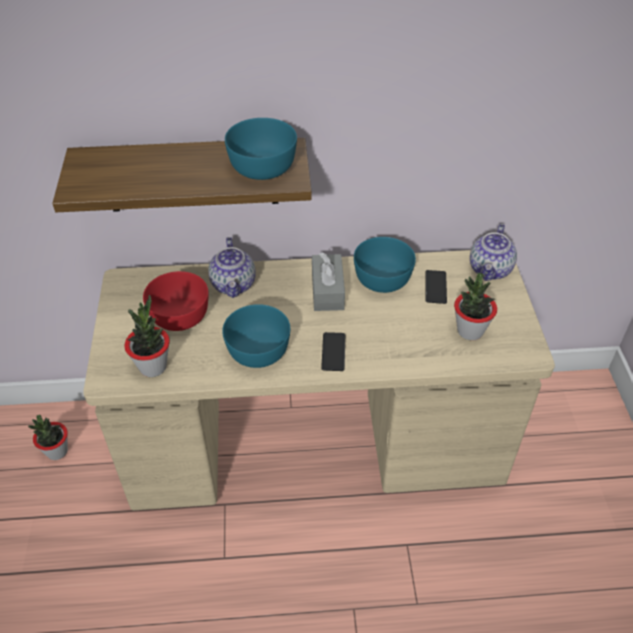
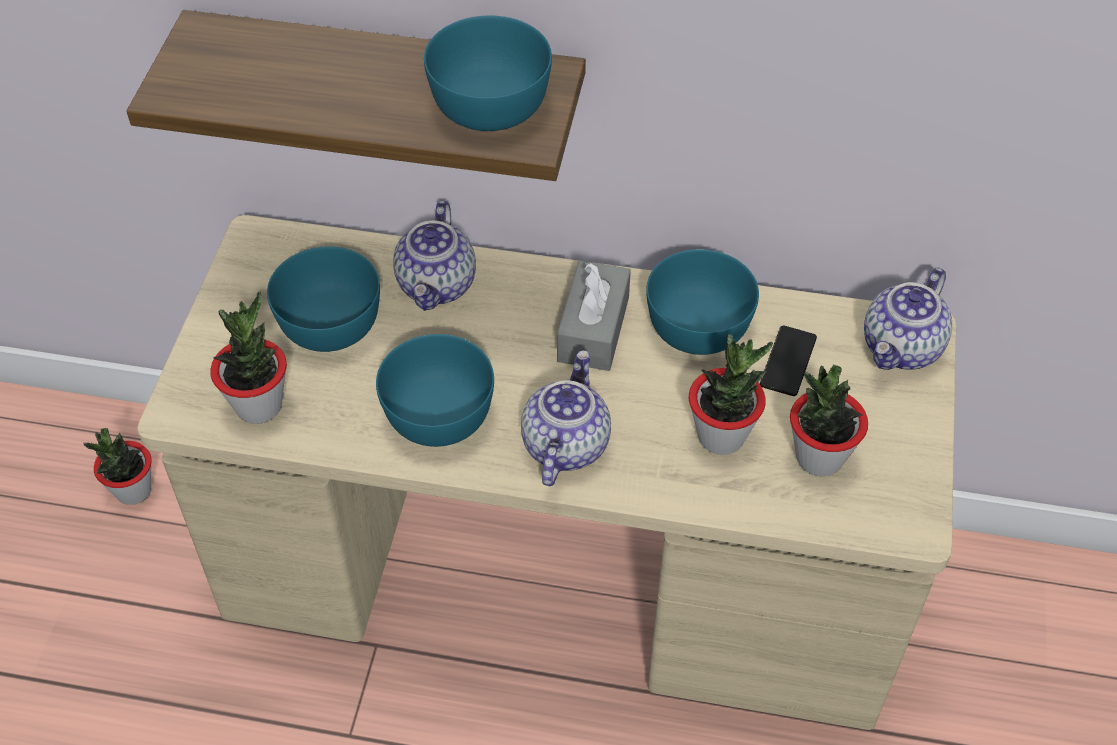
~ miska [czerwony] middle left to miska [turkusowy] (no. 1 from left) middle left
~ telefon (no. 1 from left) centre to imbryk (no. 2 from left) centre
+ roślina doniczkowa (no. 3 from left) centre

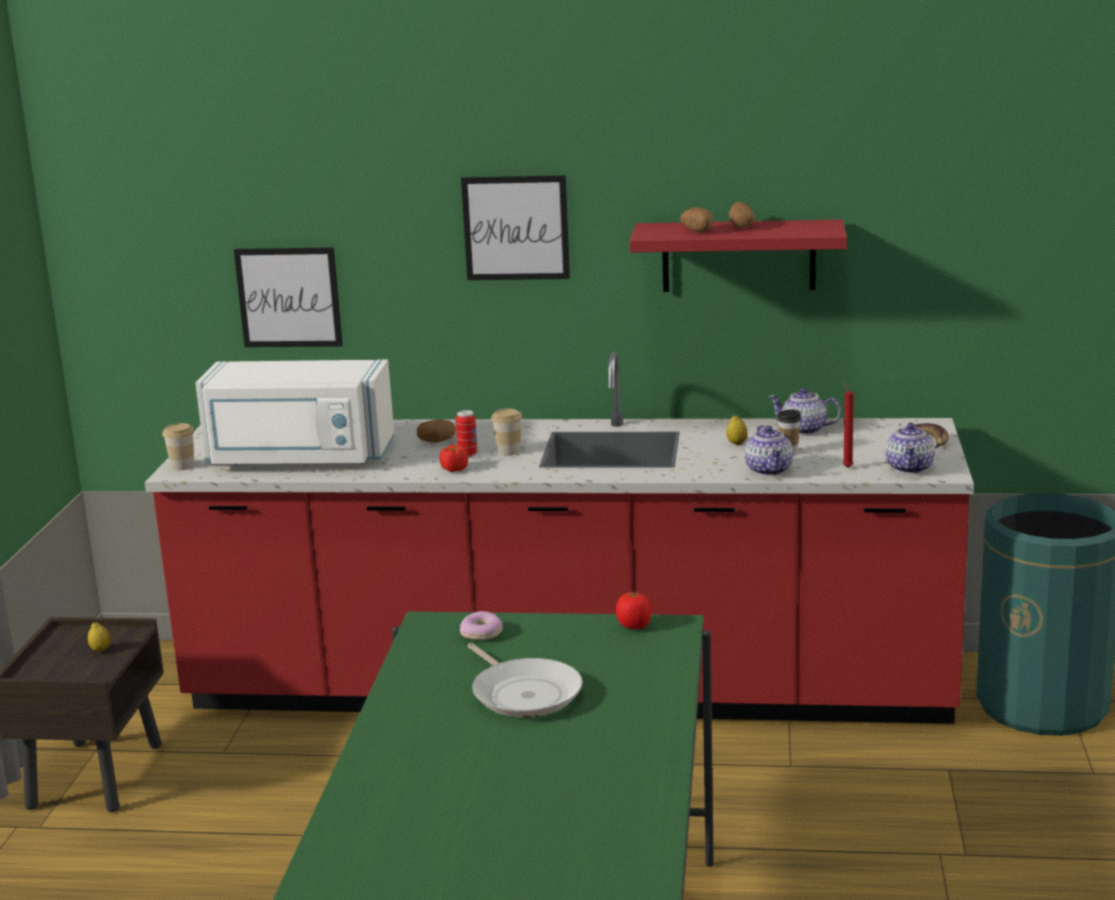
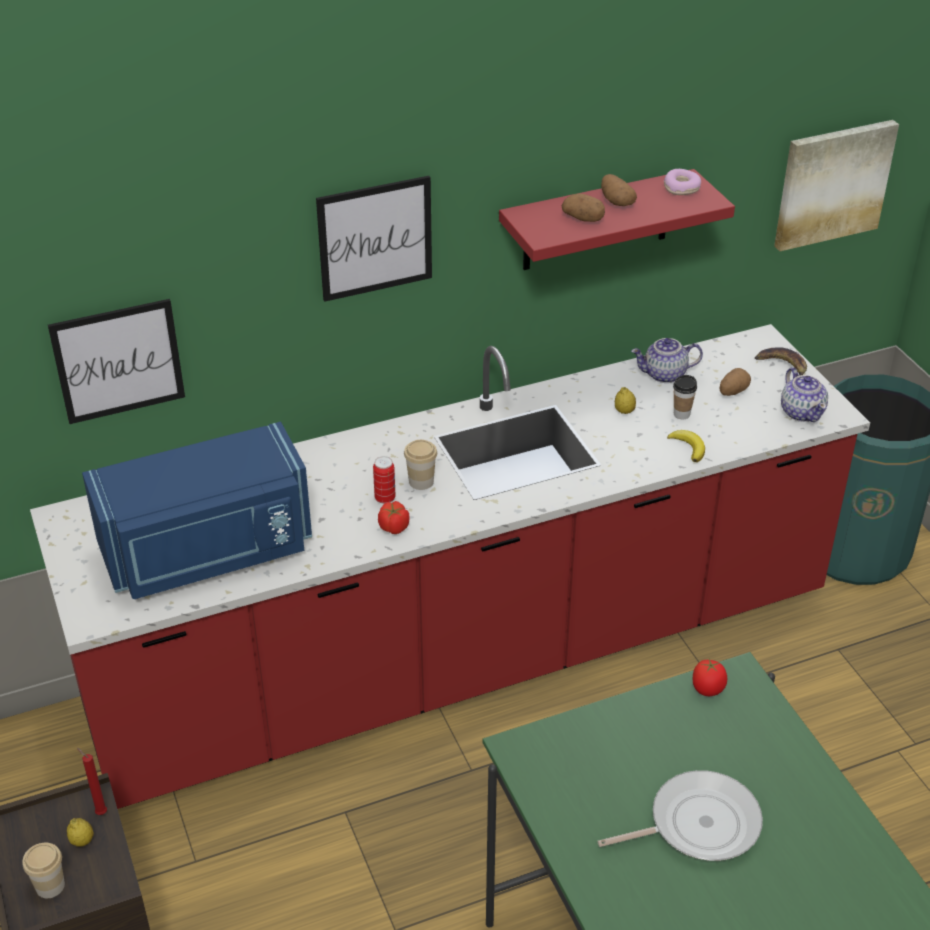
~ mikrofalówka [biały] middle left to mikrofalówka [niebieski] middle left
~ świeca [czerwony] middle right to bottom left
~ ziemniak (no. 1 from left in the first image) centre to ziemniak (no. 3 from left) middle right
~ filiżanka (no. 1 from left) middle left to bottom left
~ imbryk (no. 1 from left) middle right to banan (no. 1 from left) middle right
~ donut bottom centre to top right
~ patelnia bottom centre = bottom right 45 degrees counterclockwise
+ obraz (no. 3 from left) top right

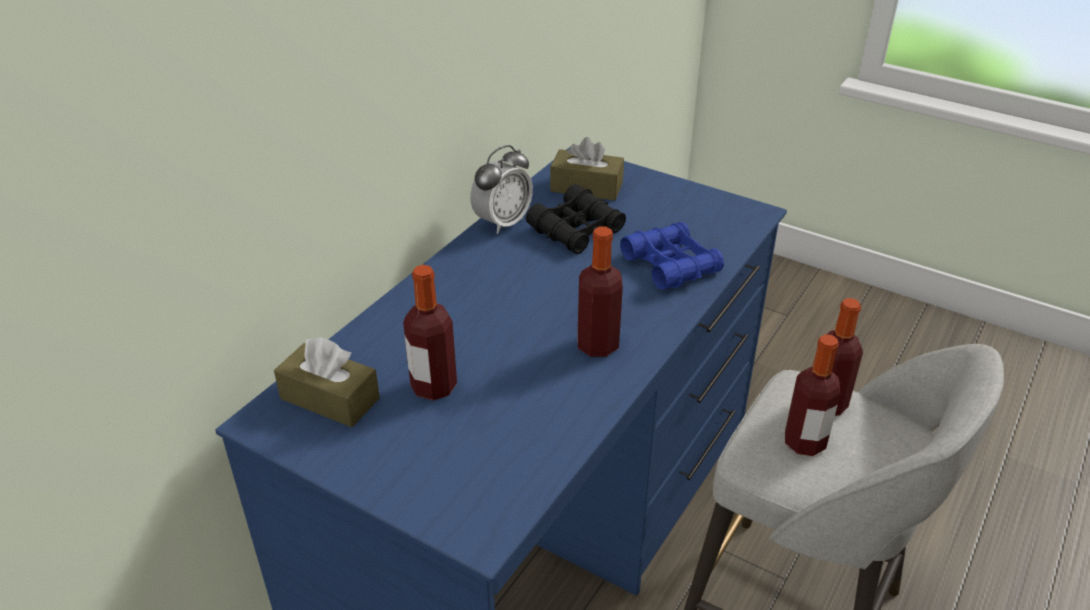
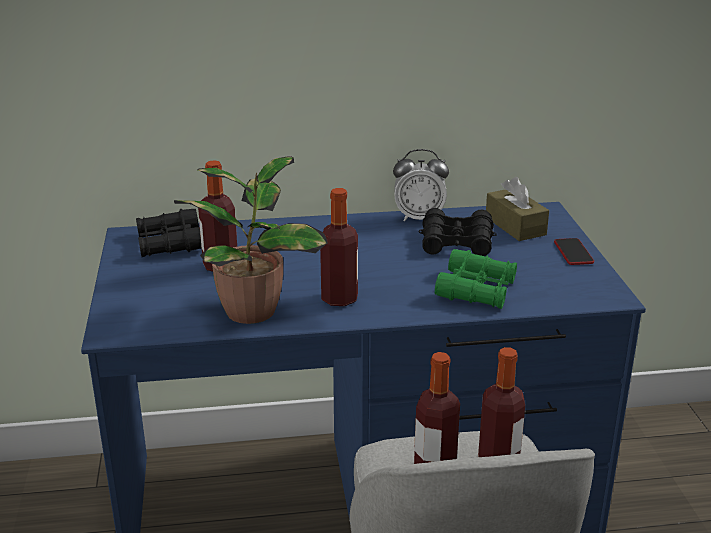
~ lornetka [niebieski] centre to lornetka [zielony] middle right
~ pudełko chusteczek [brązowy] (no. 1 from left) middle left to lornetka [czarny] (no. 1 from left) middle left
+ roślina doniczkowa centre
+ telefon middle right

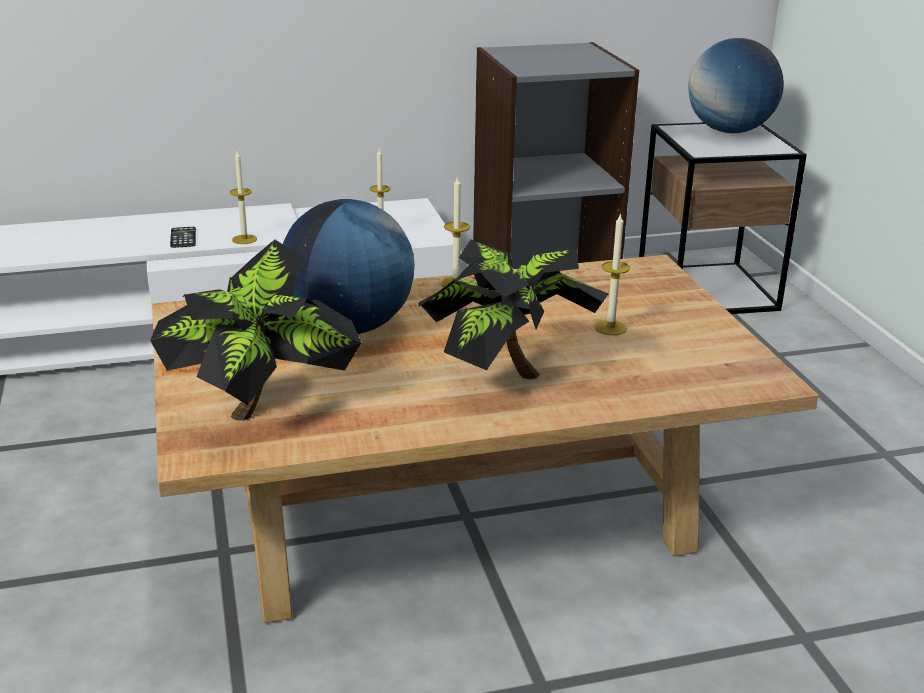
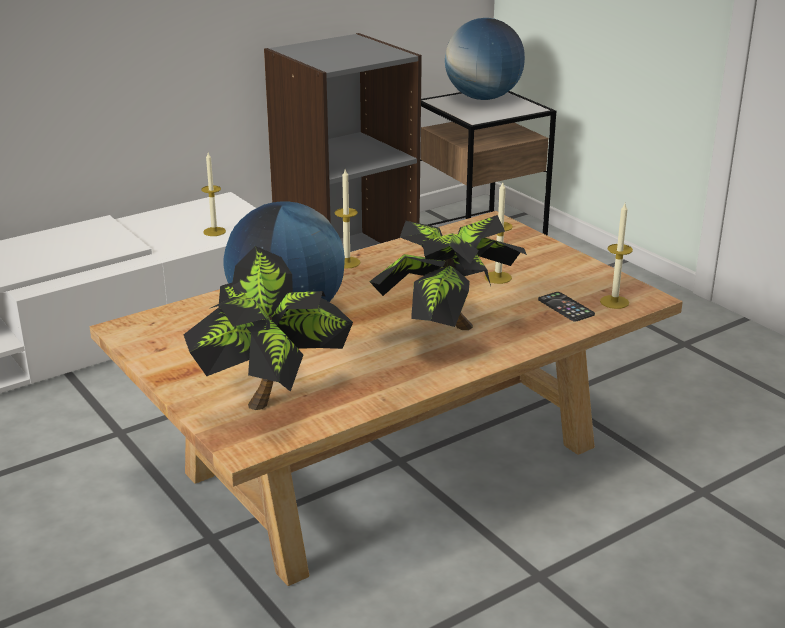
~ świeca (no. 1 from left in the first image) top left to świeca (no. 4 from left) middle right
~ telefon middle left to middle right

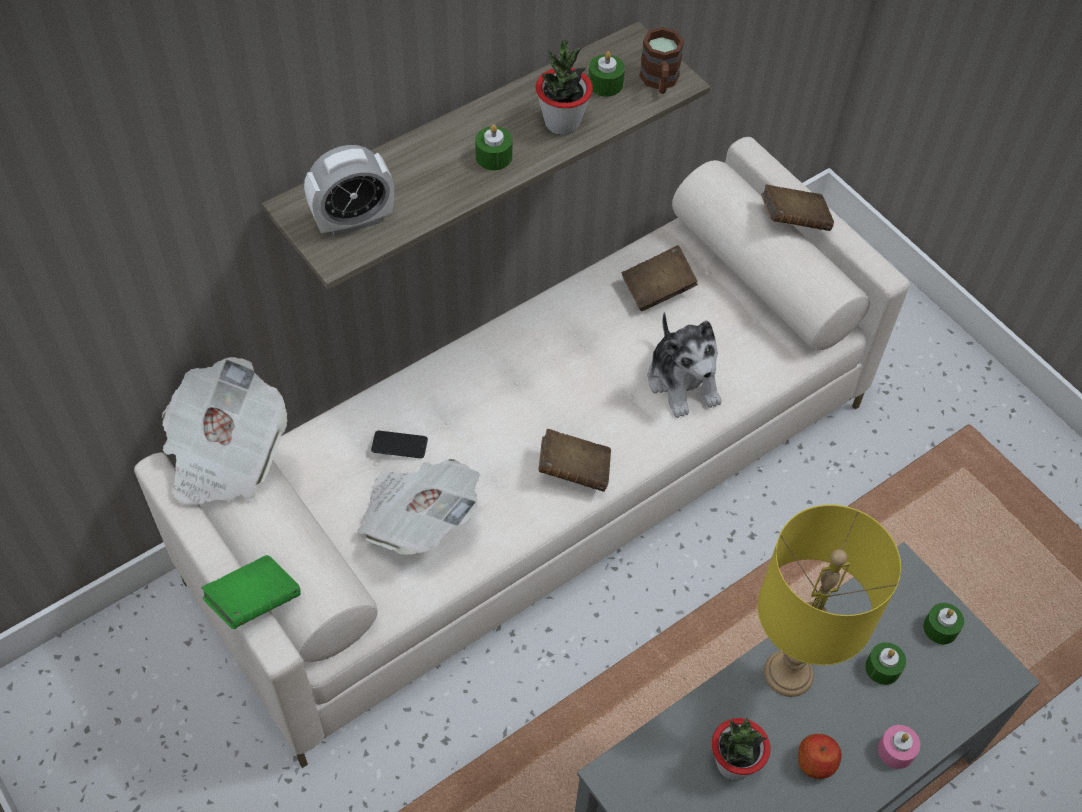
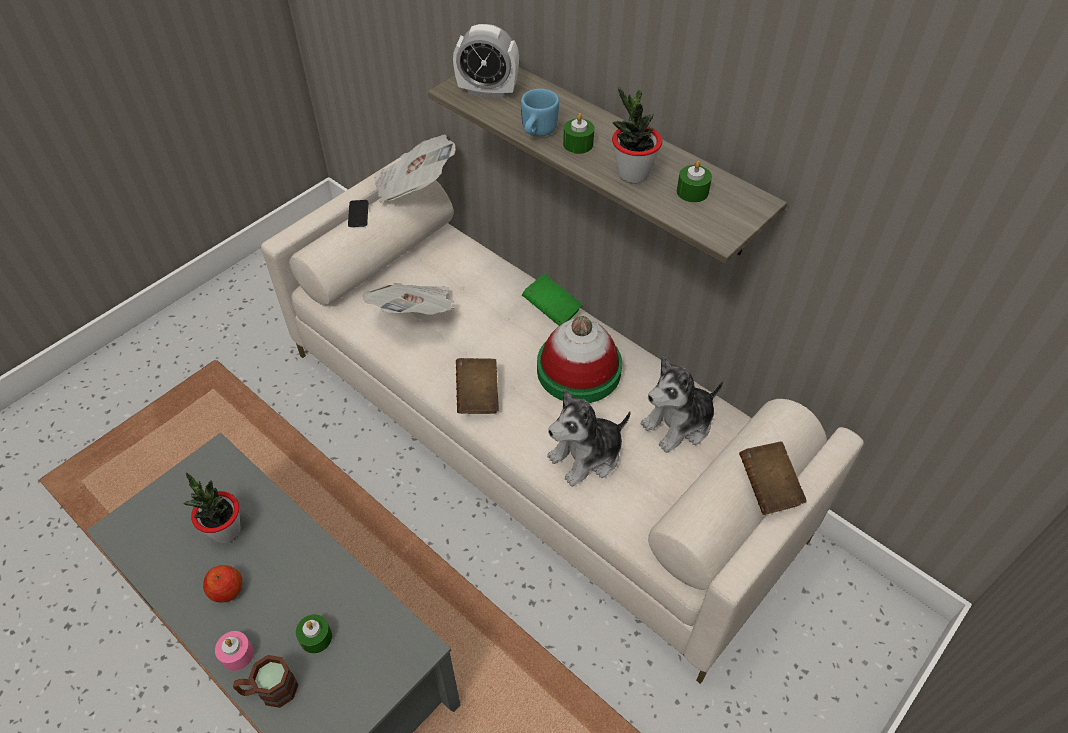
~ kubek [brązowy] top centre to bottom left
~ budzik top left = top centre 45 degrees counterclockwise
~ książka [brązowy] (no. 2 from left) centre to pluszak (no. 2 from left) centre
~ telefon centre to top centre
- lampa stołowa [żółty] bottom right
~ książka [zielony] bottom left to centre
- świeca [zielony] (no. 4 from left) bottom right
+ kubek [niebieski] top centre
+ kapelusz centre

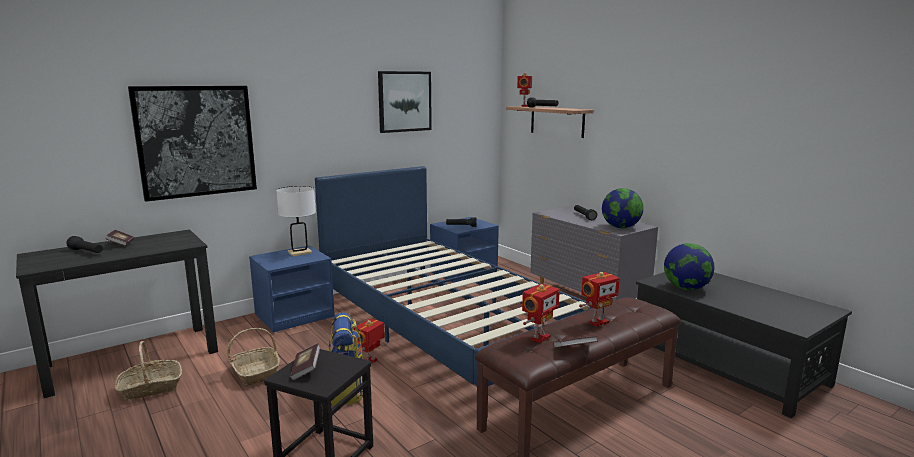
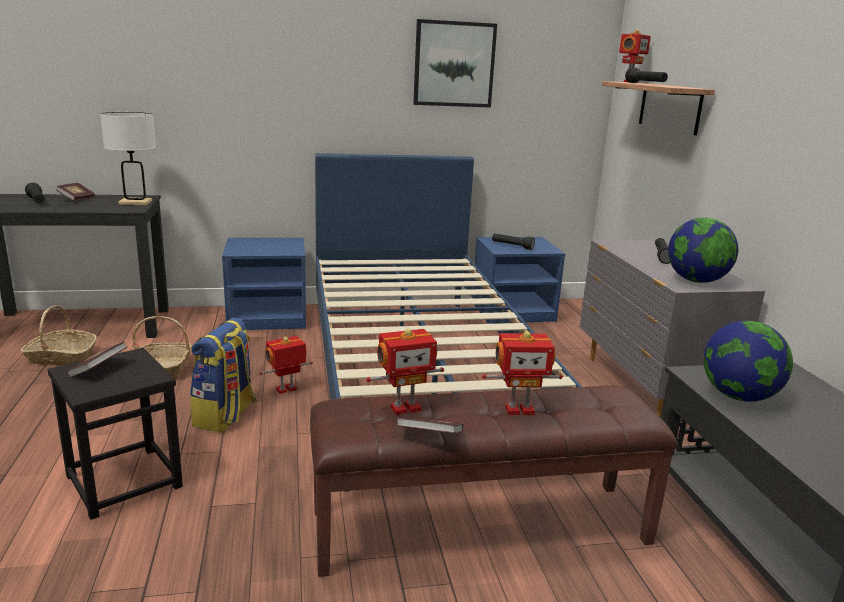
- obraz (no. 1 from left) top left
~ lampa stołowa [biały] middle left to top left

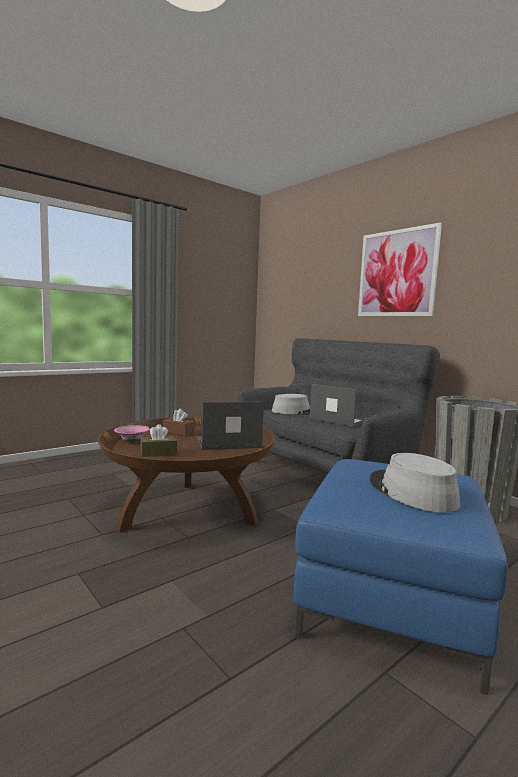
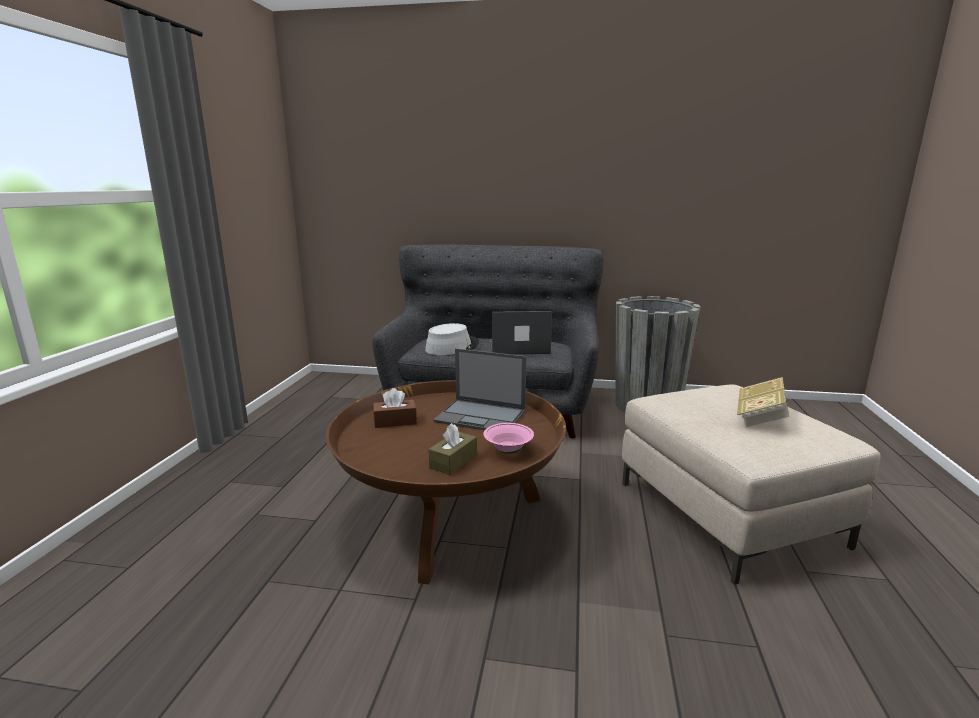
- obraz middle right
~ laptop (no. 1 from left) centre = centre 105 degrees counterclockwise
~ miska [różowy] middle left to centre
~ kapelusz [szary] (no. 2 from left) middle right to książka middle right
~ pufa [niebieski] bottom right to pufa [beżowy] bottom right

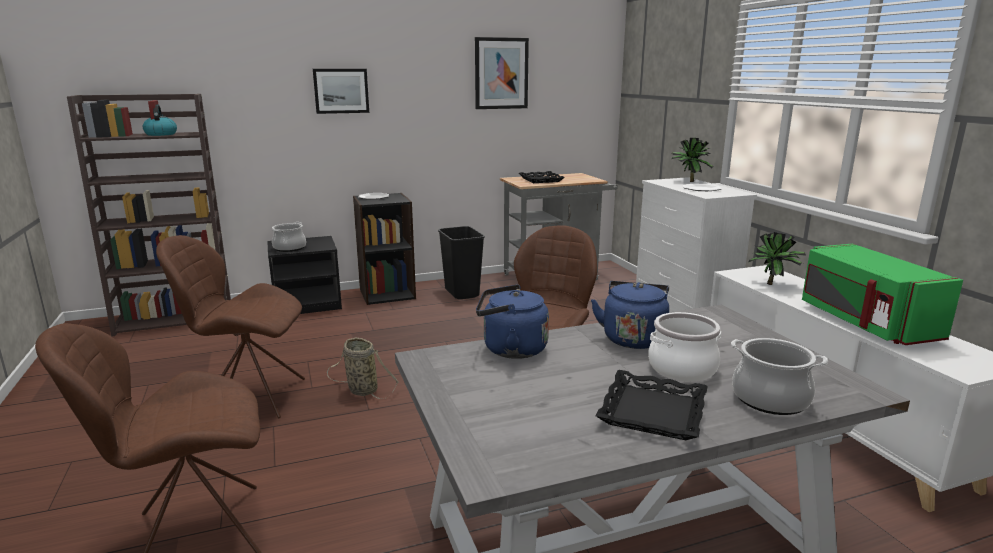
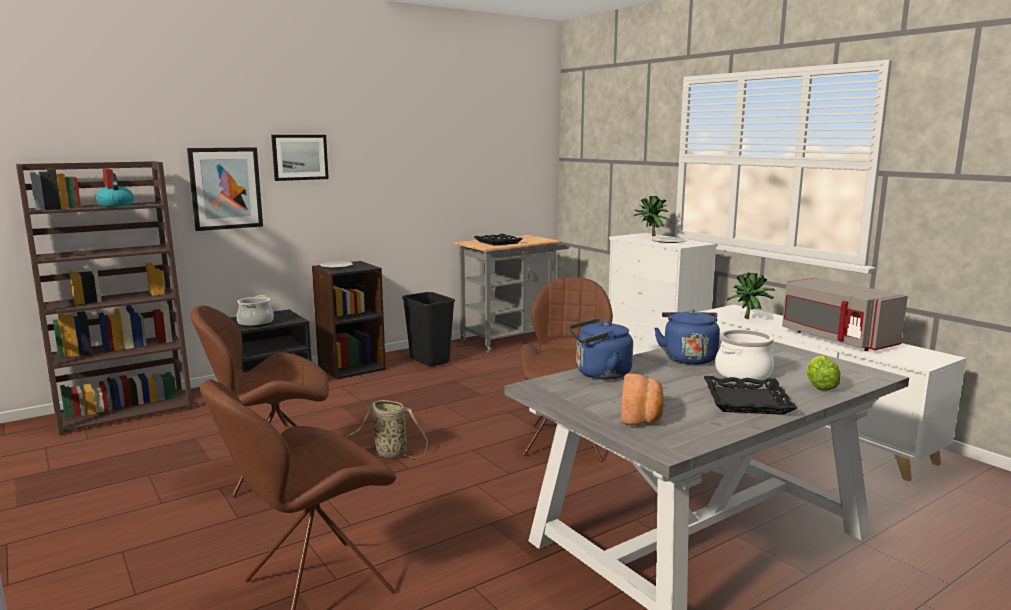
~ obraz (no. 2 from left in the first image) top centre to obraz (no. 1 from left) top left
~ mikrofalówka [zielony] middle right to mikrofalówka [szary] middle right
~ garnek (no. 3 from left) bottom right to sałata middle right
+ chleb centre

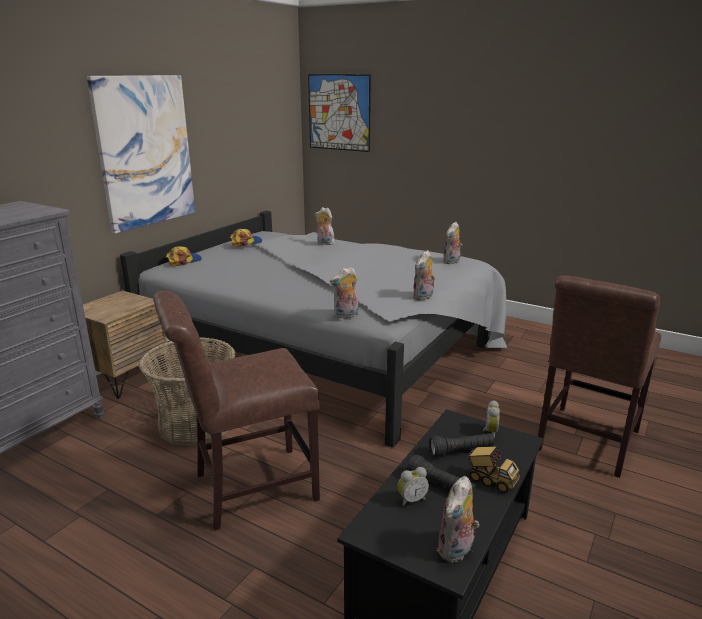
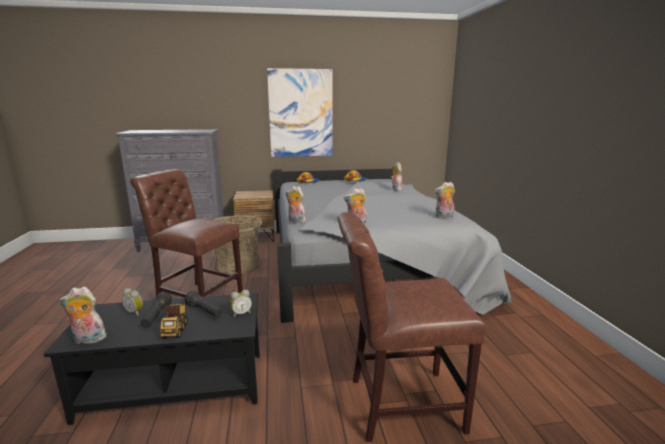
- obraz (no. 2 from left) top centre

